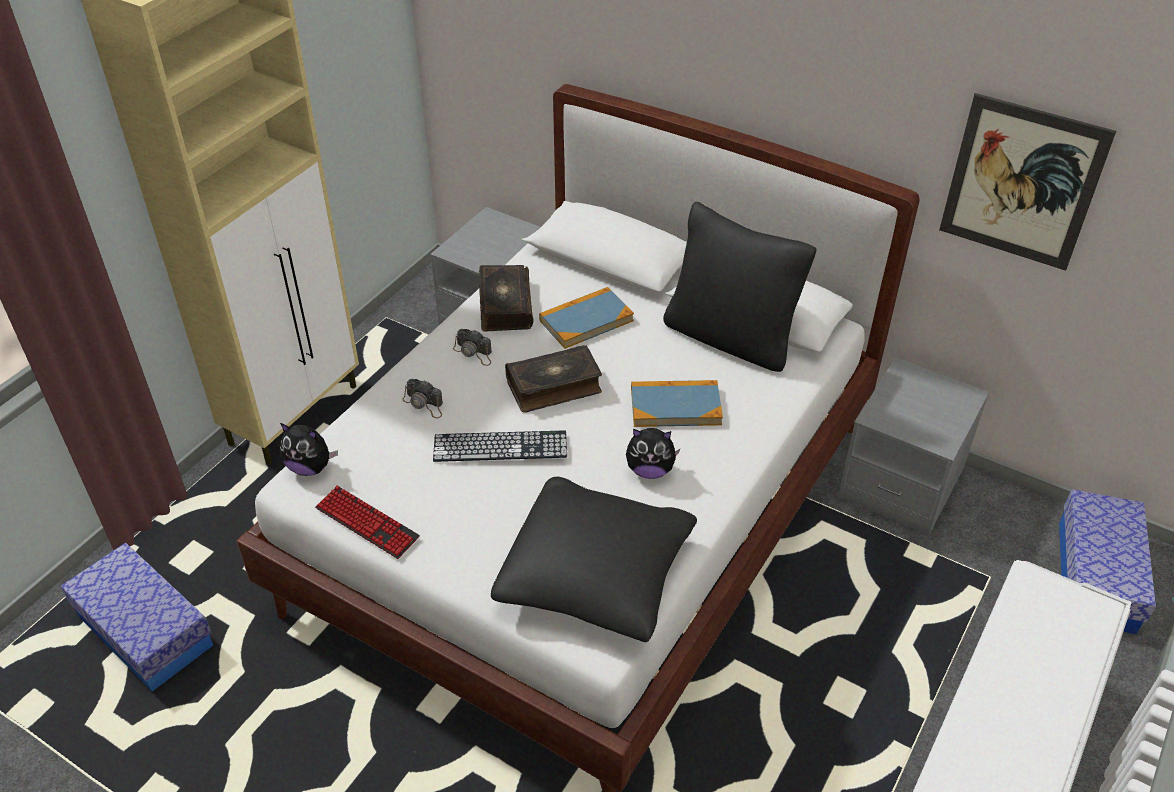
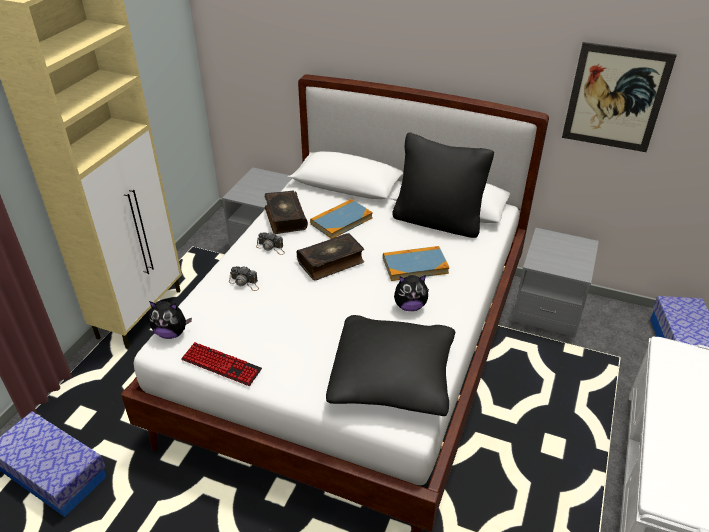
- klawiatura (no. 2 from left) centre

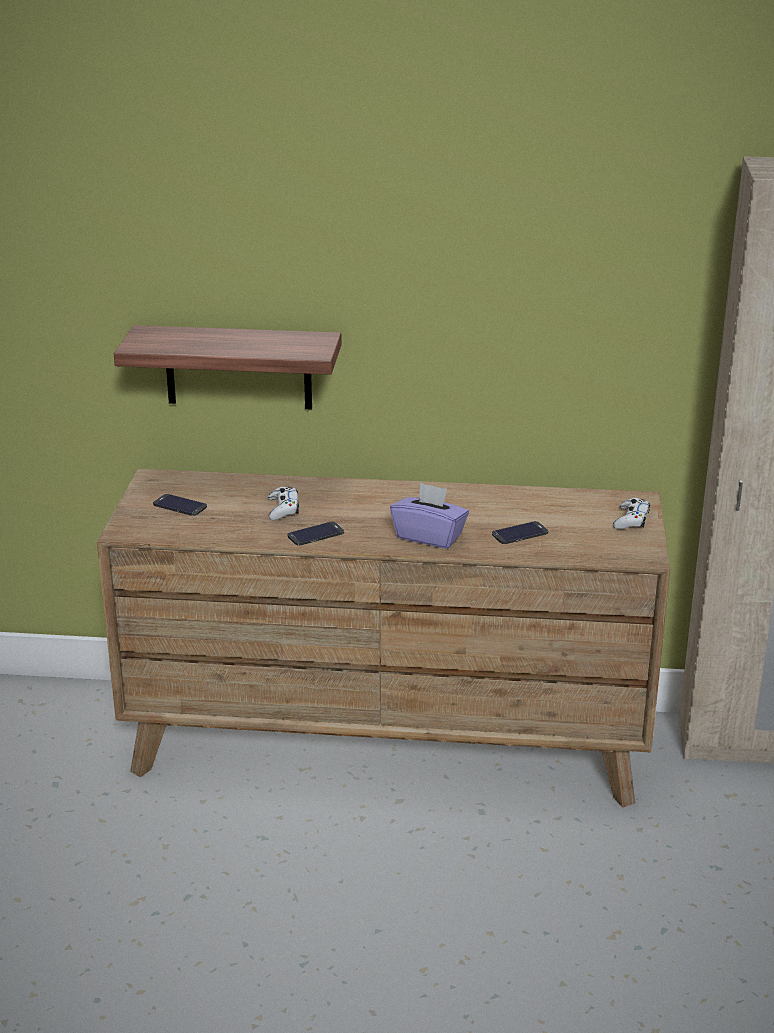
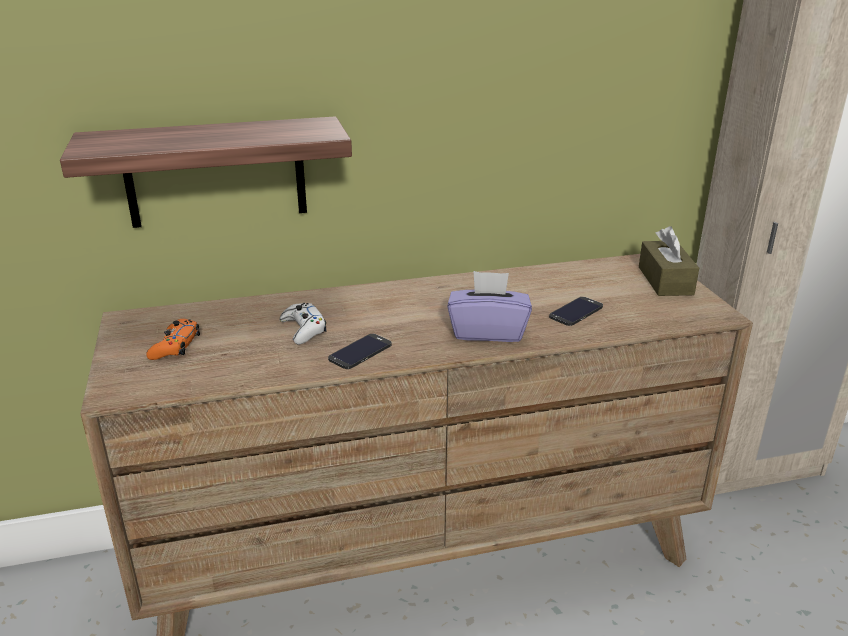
~ telefon (no. 1 from left) middle left to pad do gier [pomarańczowy] middle left
~ pad do gier [biały] (no. 2 from left) middle right to pudełko chusteczek [brązowy] middle right

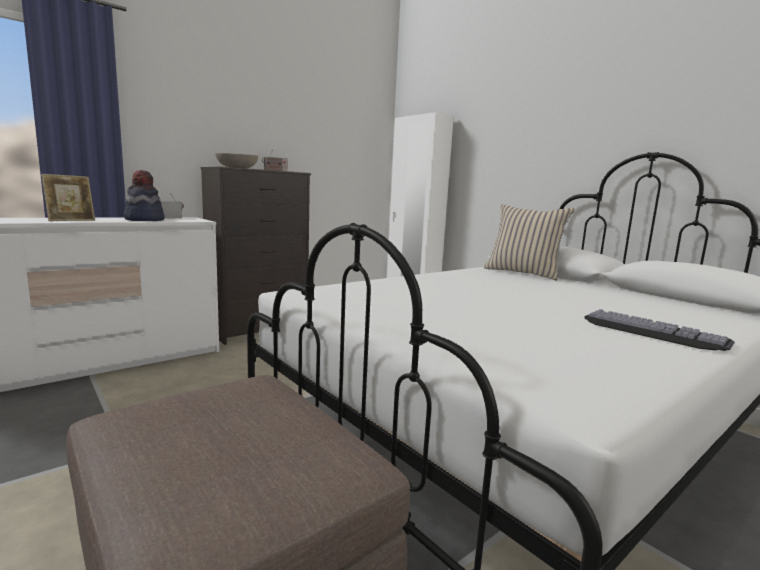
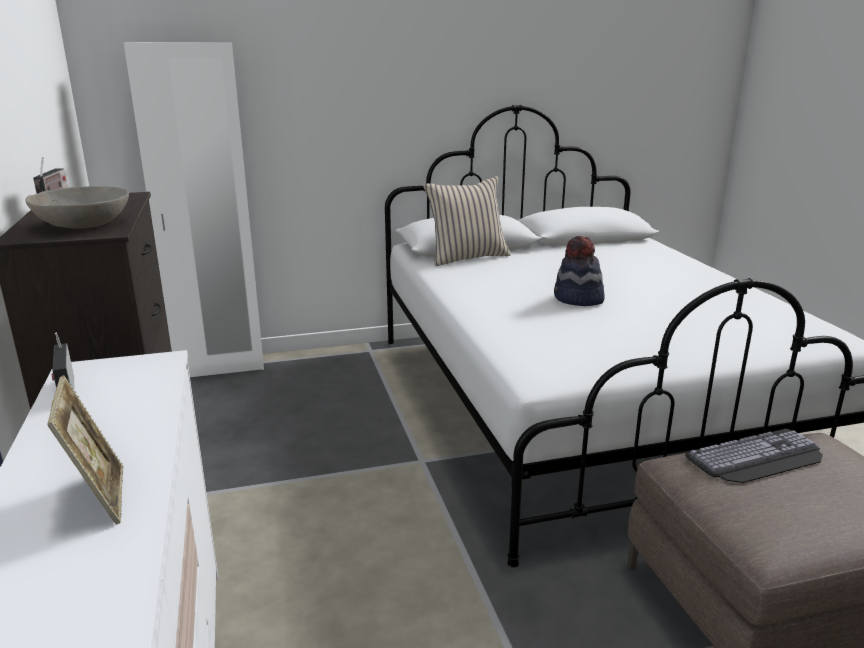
~ kapelusz middle left to middle right
~ klawiatura middle right to bottom right

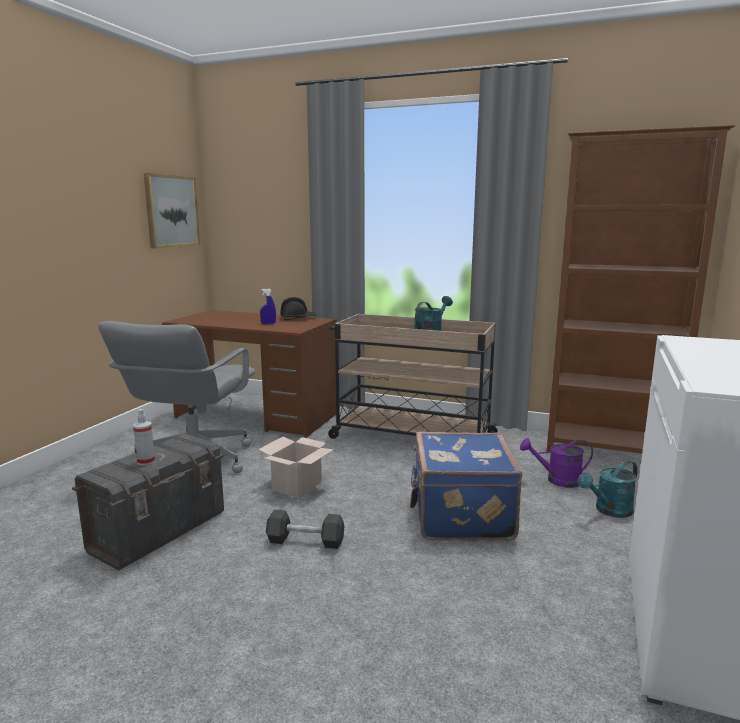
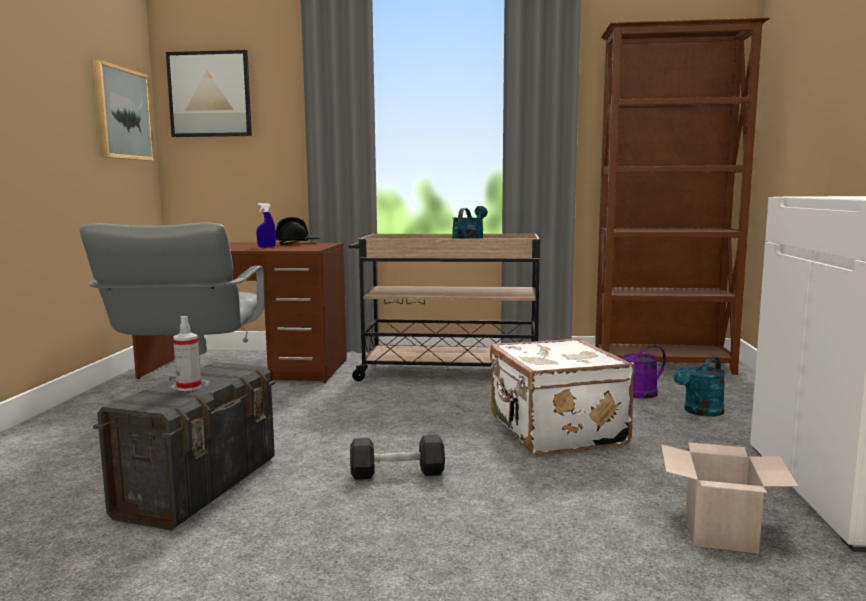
~ walizka [niebieski] bottom centre to walizka [biały] centre
~ karton centre to bottom right
+ obraz (no. 2 from left) top left

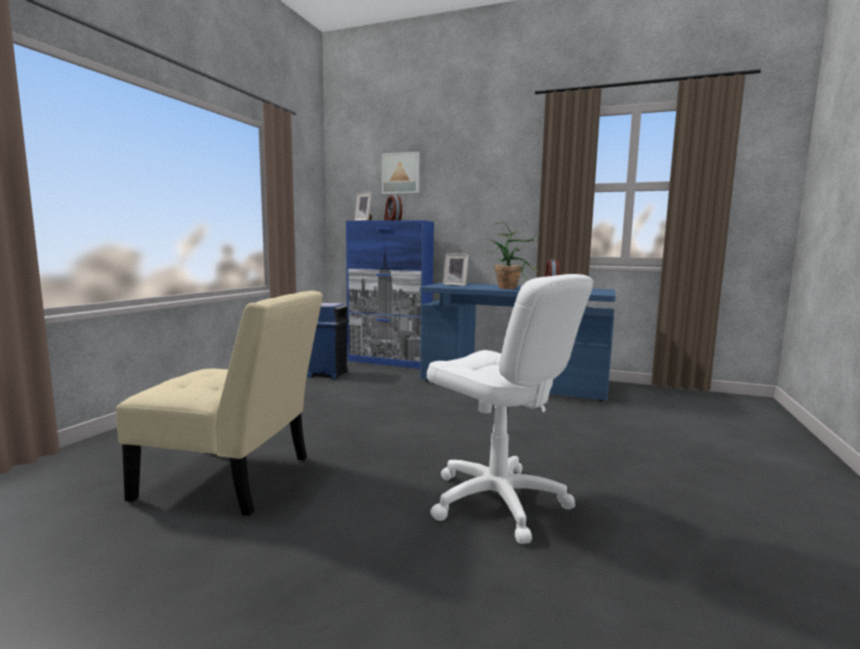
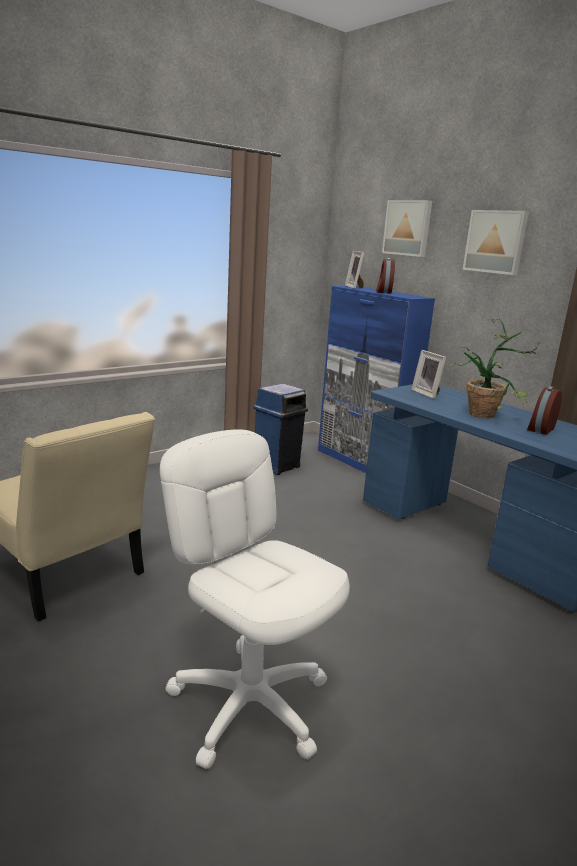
~ krzesło biurowe [biały] centre = bottom centre 150 degrees clockwise
+ obraz (no. 2 from left) top right

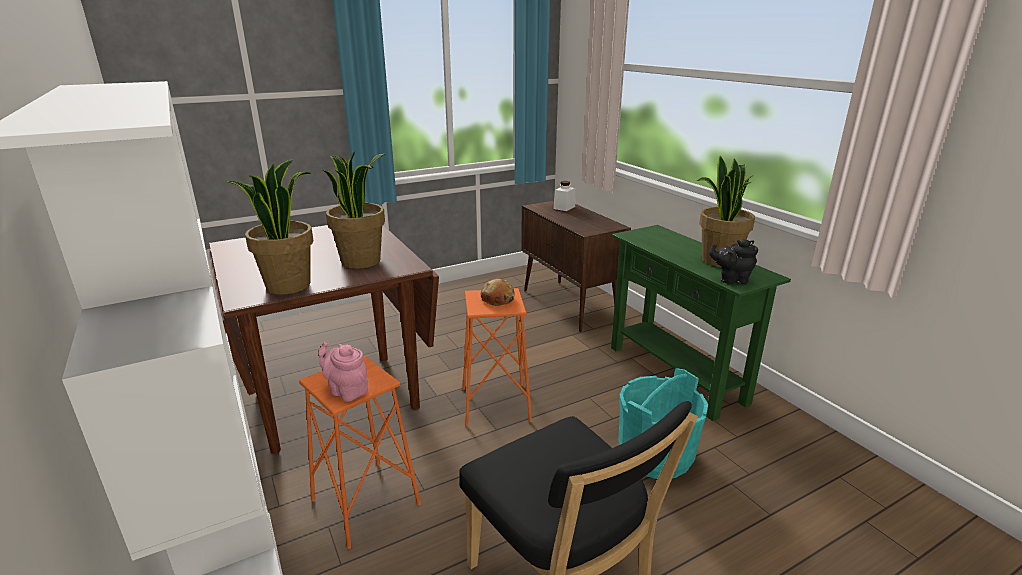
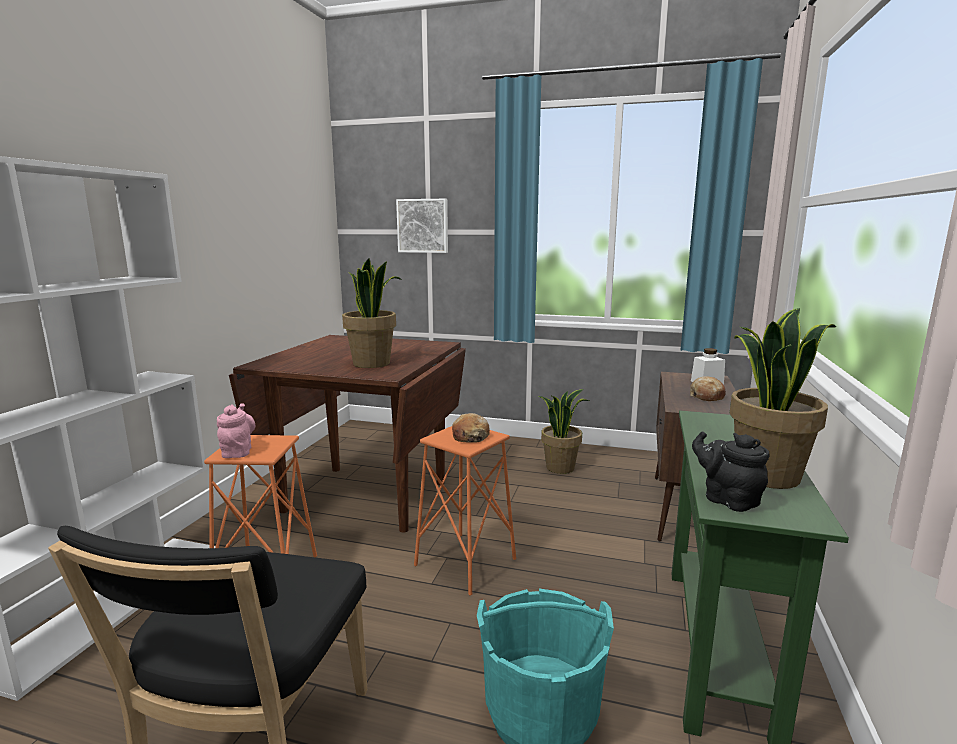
~ roślina doniczkowa (no. 1 from left in the first image) middle left to roślina doniczkowa (no. 2 from left) centre
+ obraz top centre
+ chleb (no. 2 from left) middle right

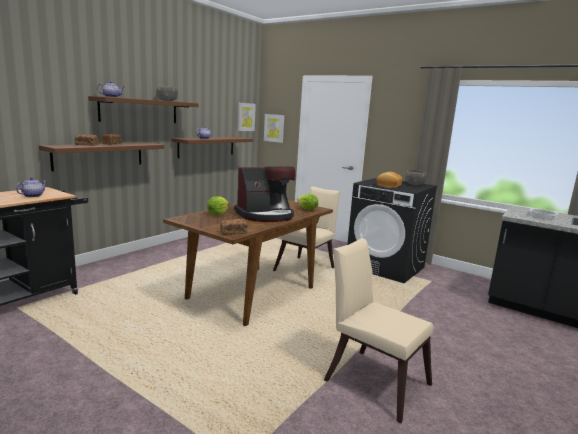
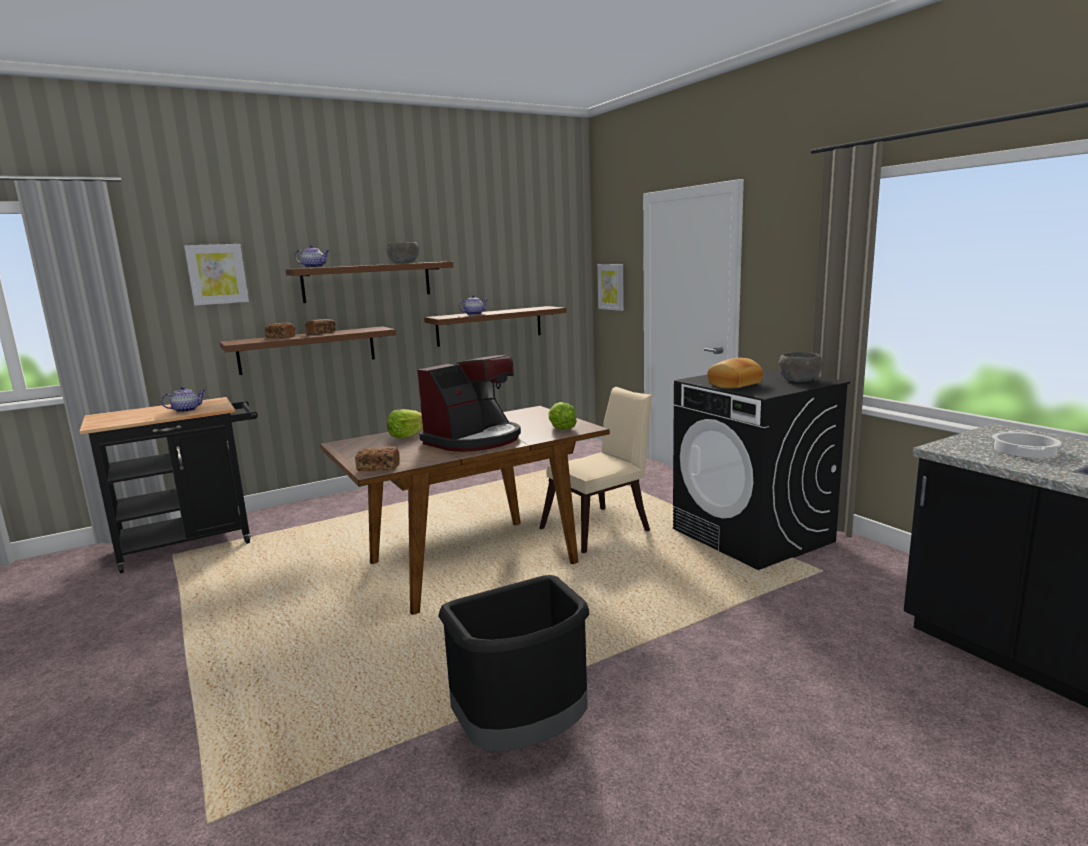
~ obraz (no. 1 from left) top centre to top left
~ ekspres do kawy centre = centre 45 degrees counterclockwise
~ krzesło [beżowy] (no. 2 from left) bottom centre to kosz na śmieci [czarny] bottom centre

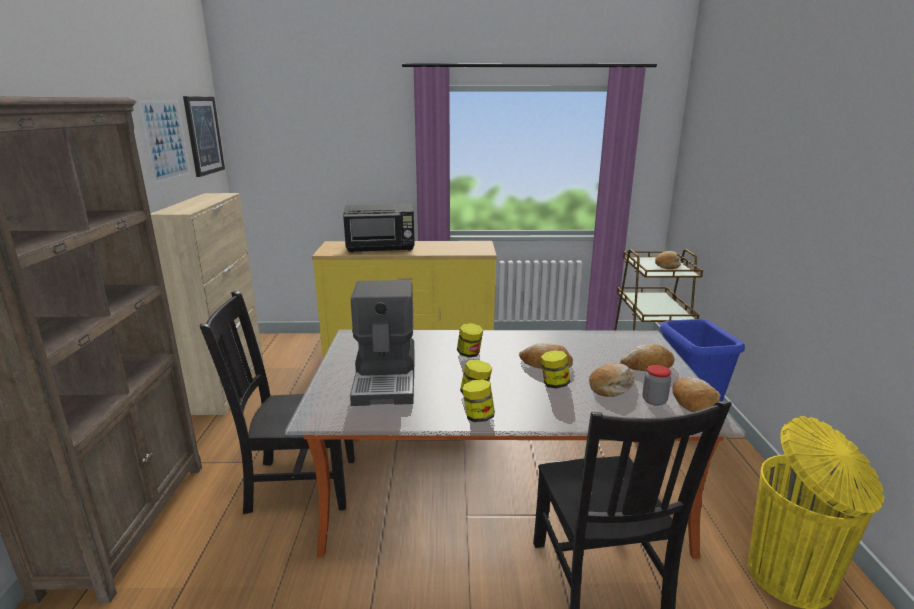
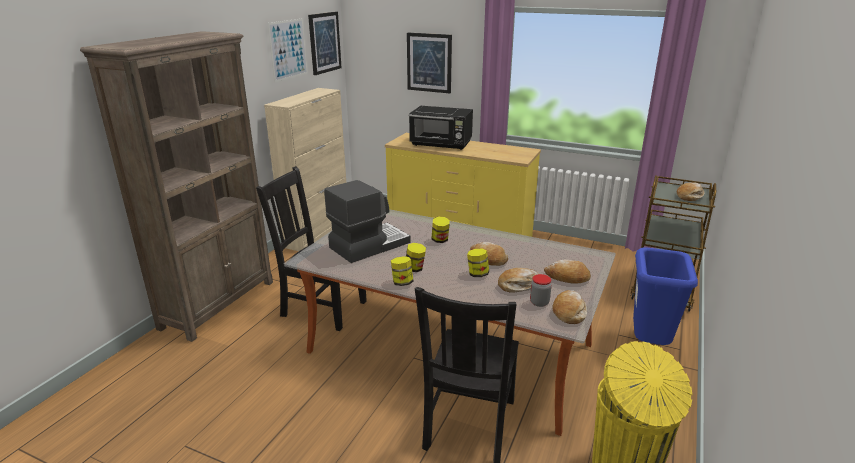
~ ekspres do kawy centre = centre 150 degrees counterclockwise
+ obraz (no. 3 from left) top centre

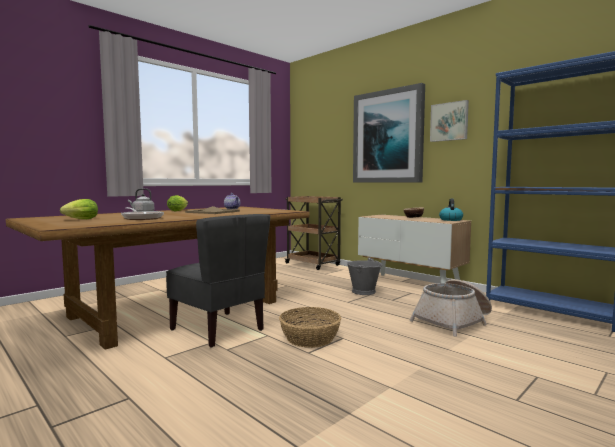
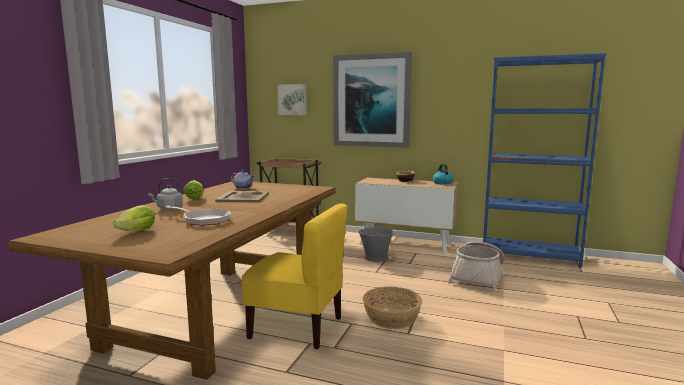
~ obraz (no. 2 from left in the first image) top right to obraz (no. 1 from left) top centre
~ krzesło [szary] centre to krzesło [żółty] bottom centre

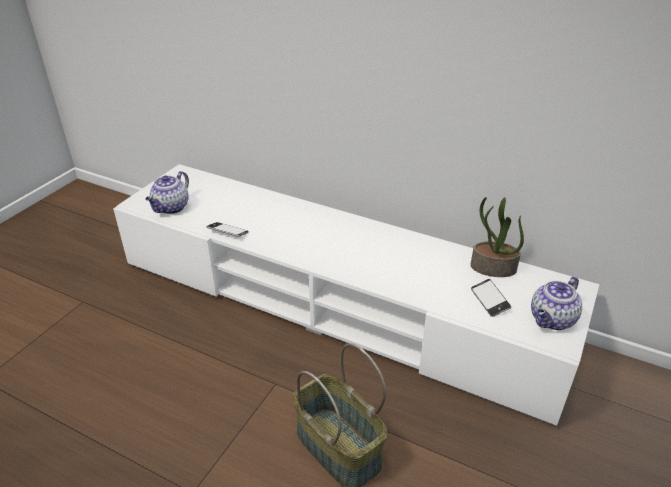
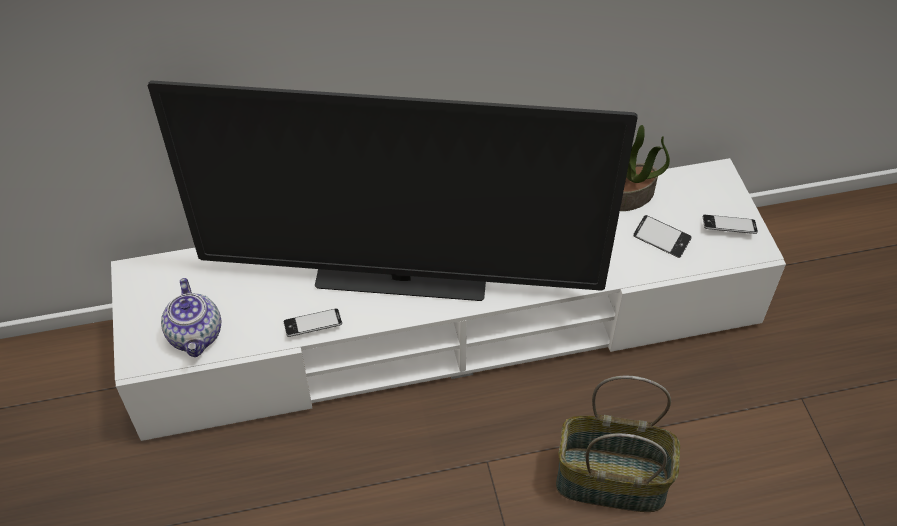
~ imbryk (no. 2 from left) middle right to telefon (no. 3 from left) middle right
+ telewizor centre

